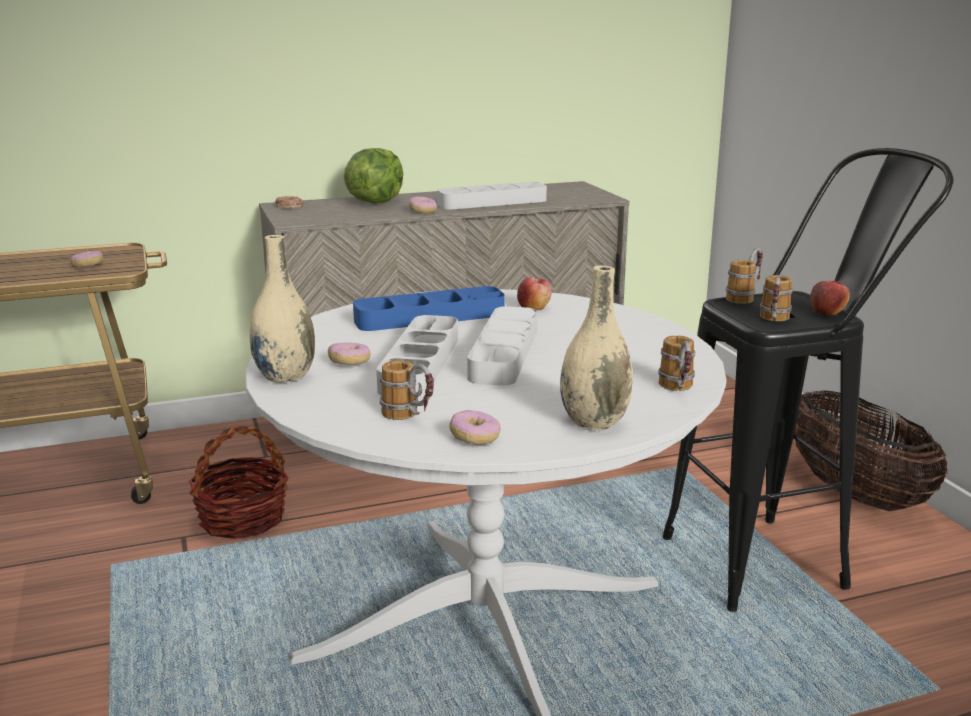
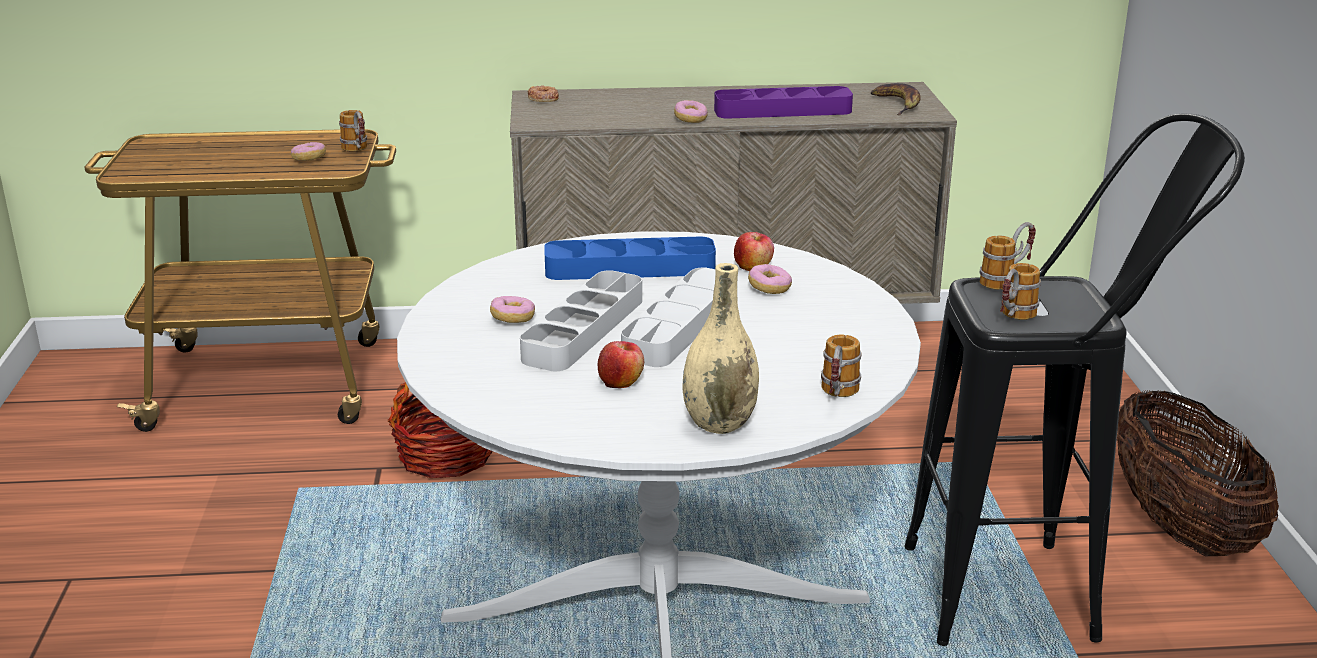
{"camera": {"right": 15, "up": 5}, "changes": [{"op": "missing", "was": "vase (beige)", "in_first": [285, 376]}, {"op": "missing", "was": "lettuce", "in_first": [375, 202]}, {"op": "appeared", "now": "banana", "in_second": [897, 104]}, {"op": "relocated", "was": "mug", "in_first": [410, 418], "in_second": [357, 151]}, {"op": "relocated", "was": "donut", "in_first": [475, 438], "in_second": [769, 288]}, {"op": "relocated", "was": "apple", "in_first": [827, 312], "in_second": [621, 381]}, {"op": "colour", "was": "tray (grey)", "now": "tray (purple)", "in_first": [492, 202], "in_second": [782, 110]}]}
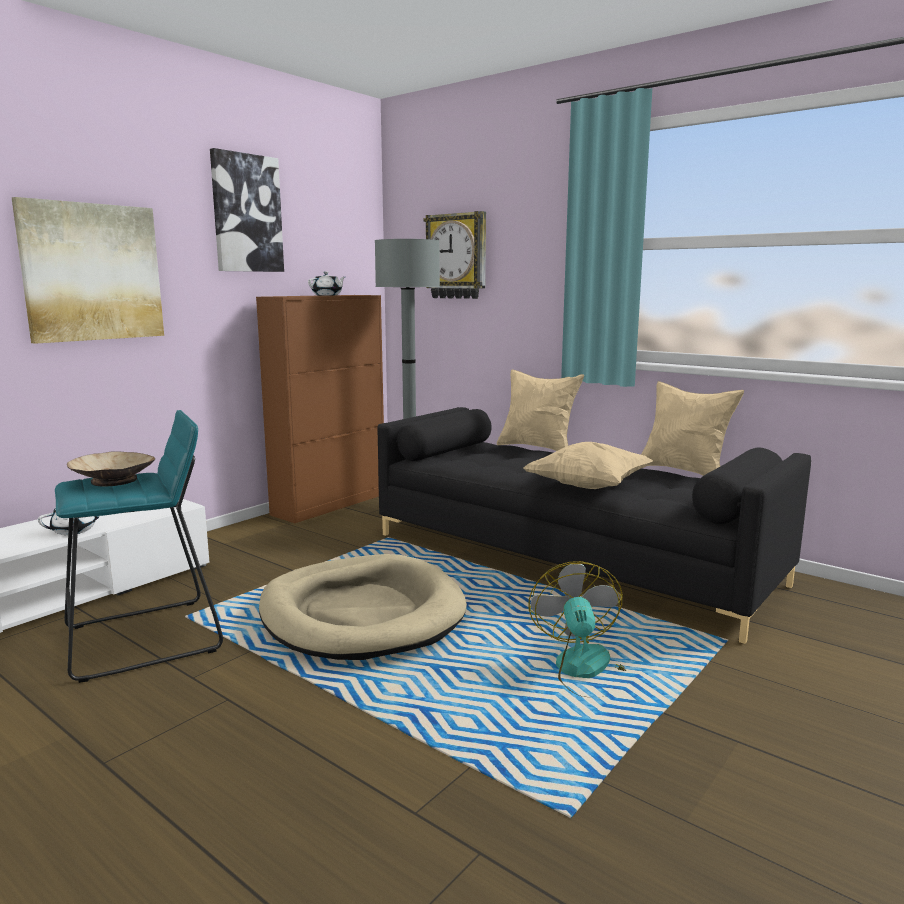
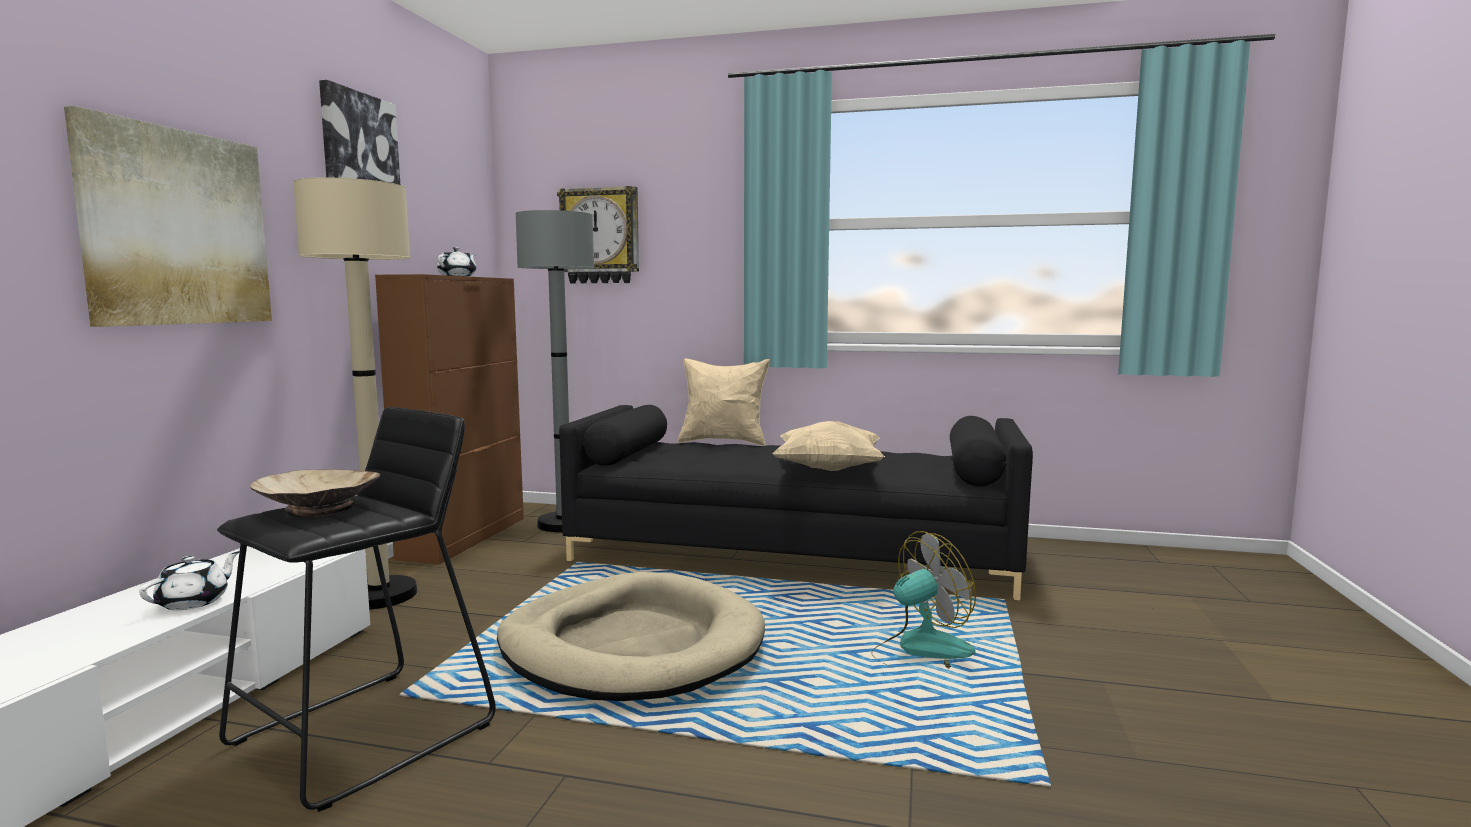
{"camera": {"right": -25, "up": -5}, "changes": [{"op": "missing", "was": "pillow (beige)", "in_first": [684, 471]}, {"op": "appeared", "now": "floor lamp (beige)", "in_second": [379, 595]}, {"op": "colour", "was": "stool (turquoise)", "now": "stool (black)", "in_first": [143, 639], "in_second": [364, 734]}, {"op": "spun", "was": "fan", "in_first": [587, 672], "in_second": [921, 653], "clockwise": 90}]}
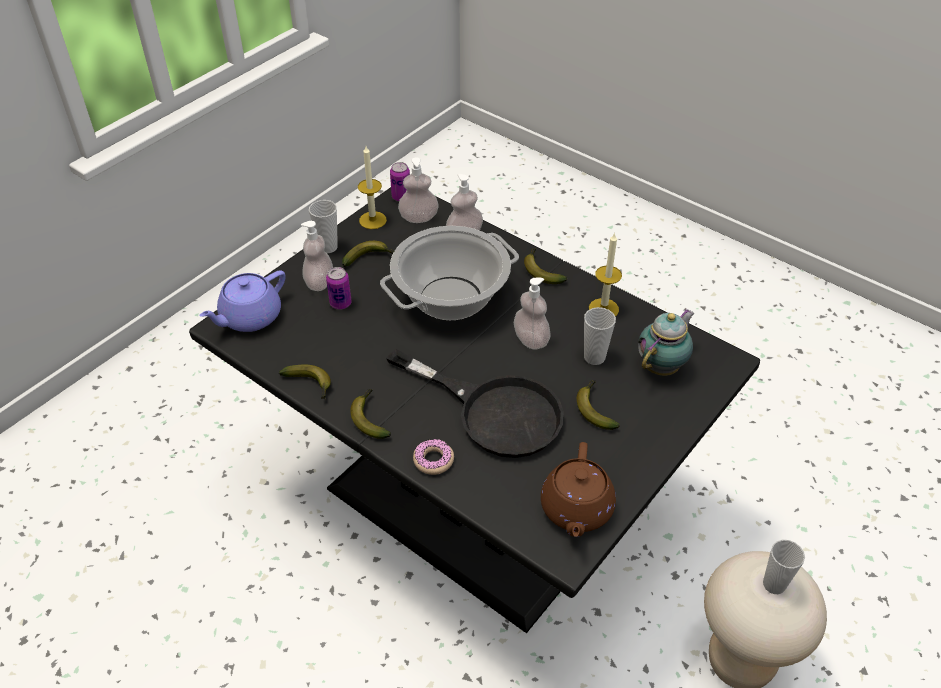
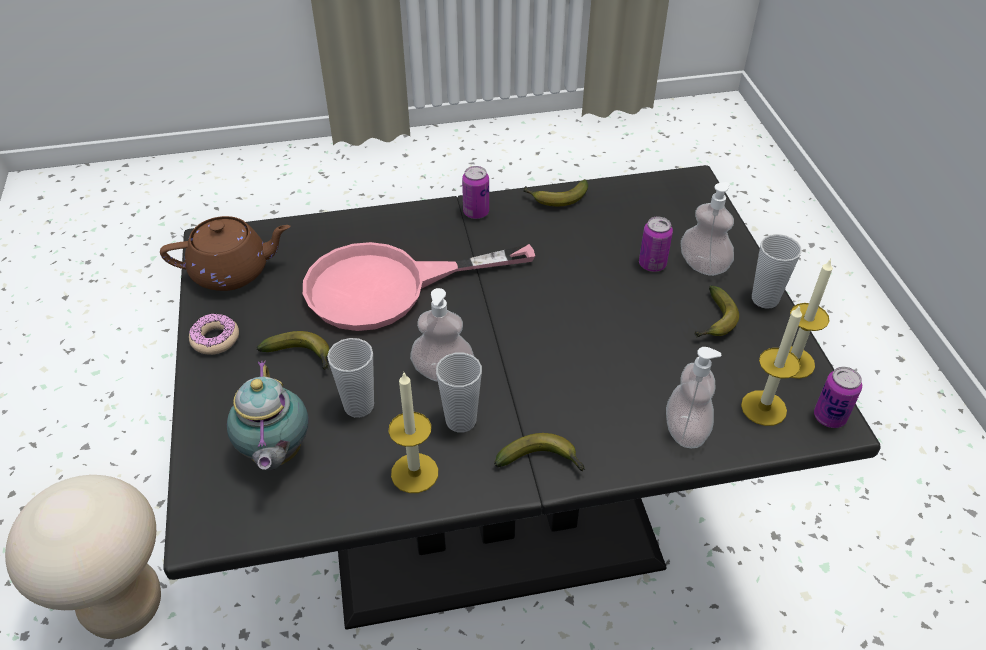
{"camera": {"right": 130, "up": 0}, "changes": [{"op": "missing", "was": "teapot (purple)", "in_first": [249, 317]}, {"op": "missing", "was": "cooking pot", "in_first": [451, 298]}, {"op": "relocated", "was": "donut", "in_first": [433, 460], "in_second": [215, 339]}, {"op": "relocated", "was": "cup", "in_first": [774, 584], "in_second": [461, 421]}, {"op": "exchanged", "was": "banana", "now": "can", "in_first": [370, 418], "in_second": [476, 212]}, {"op": "exchanged", "was": "soap dispenser", "now": "candle", "in_first": [418, 218], "in_second": [763, 408]}, {"op": "colour", "was": "frying pan (black)", "now": "frying pan (pink)", "in_first": [494, 411], "in_second": [389, 287]}, {"op": "spun", "was": "teapot (brown)", "in_first": [576, 510], "in_second": [233, 271], "clockwise": 120}]}
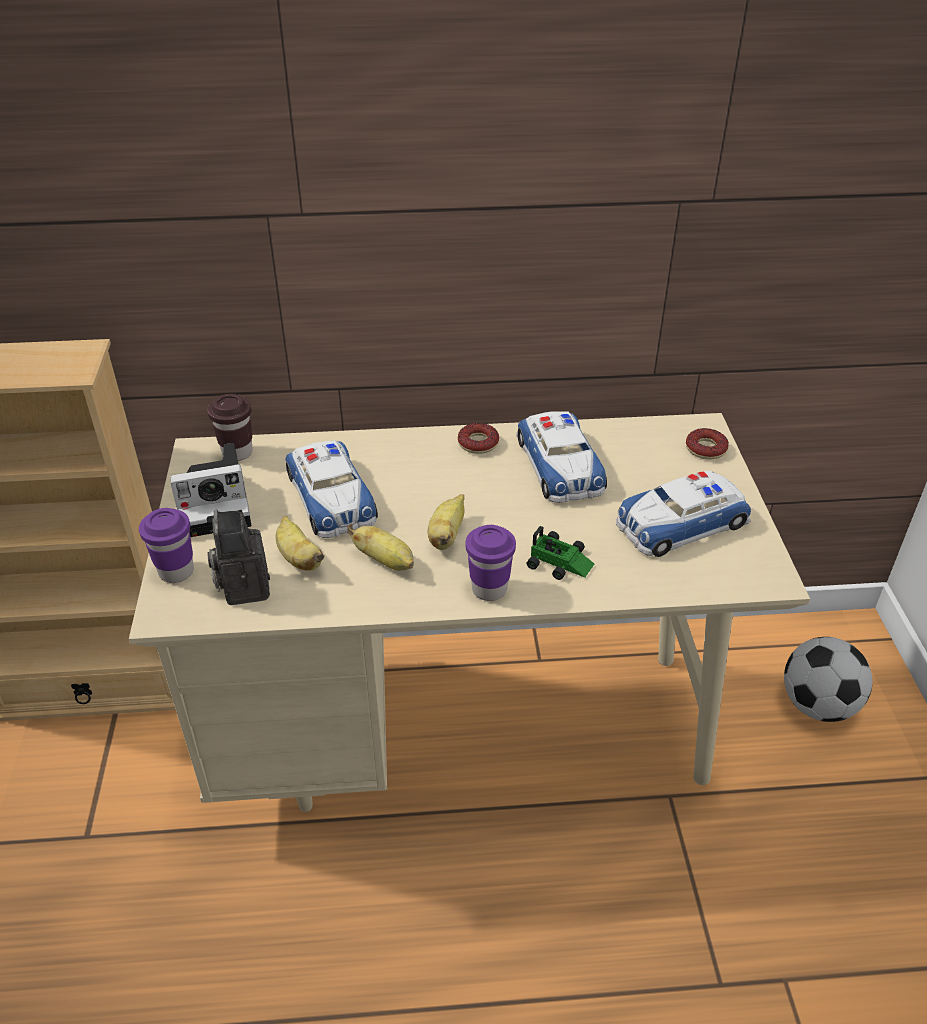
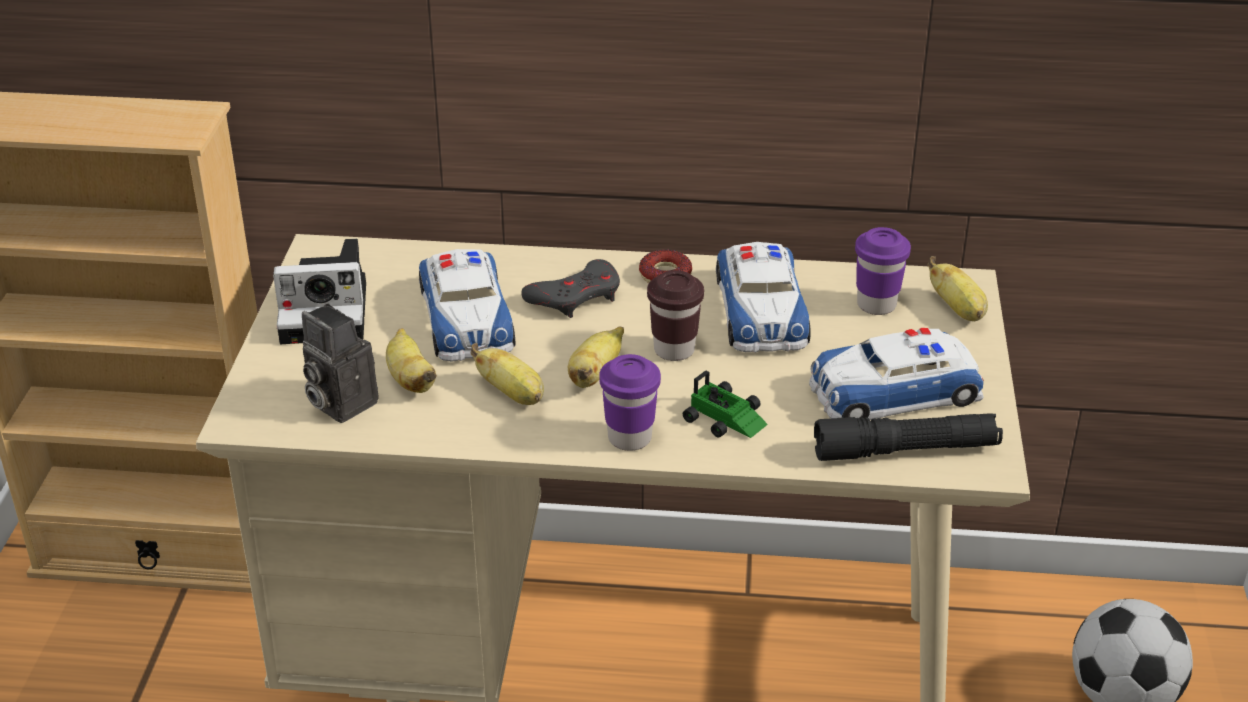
{"camera": {"right": 10, "up": -5}, "changes": [{"op": "appeared", "now": "game controller (grey)", "in_second": [576, 296]}, {"op": "appeared", "now": "flashlight (black)", "in_second": [906, 450]}, {"op": "relocated", "was": "cup (purple)", "in_first": [176, 572], "in_second": [876, 305]}, {"op": "relocated", "was": "cup (brown)", "in_first": [237, 453], "in_second": [674, 350]}, {"op": "exchanged", "was": "donut", "now": "banana", "in_first": [706, 448], "in_second": [958, 310]}, {"op": "spun", "was": "photo camera", "in_first": [243, 586], "in_second": [338, 403], "clockwise": -45}]}
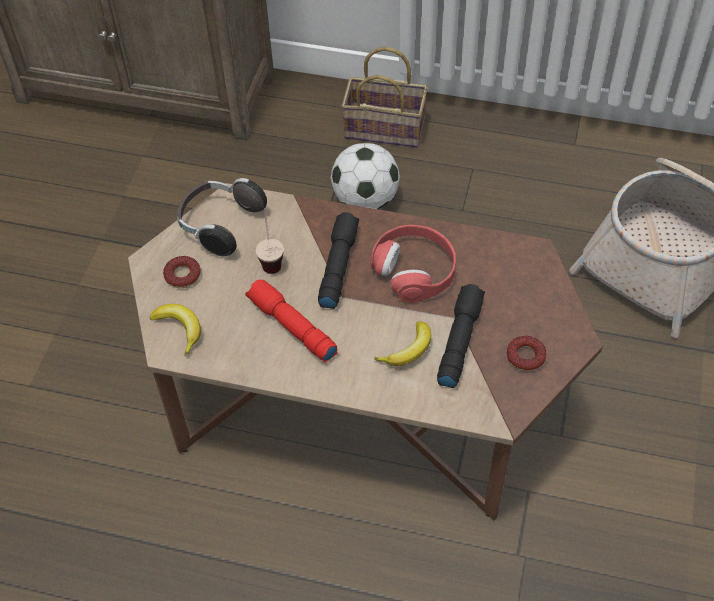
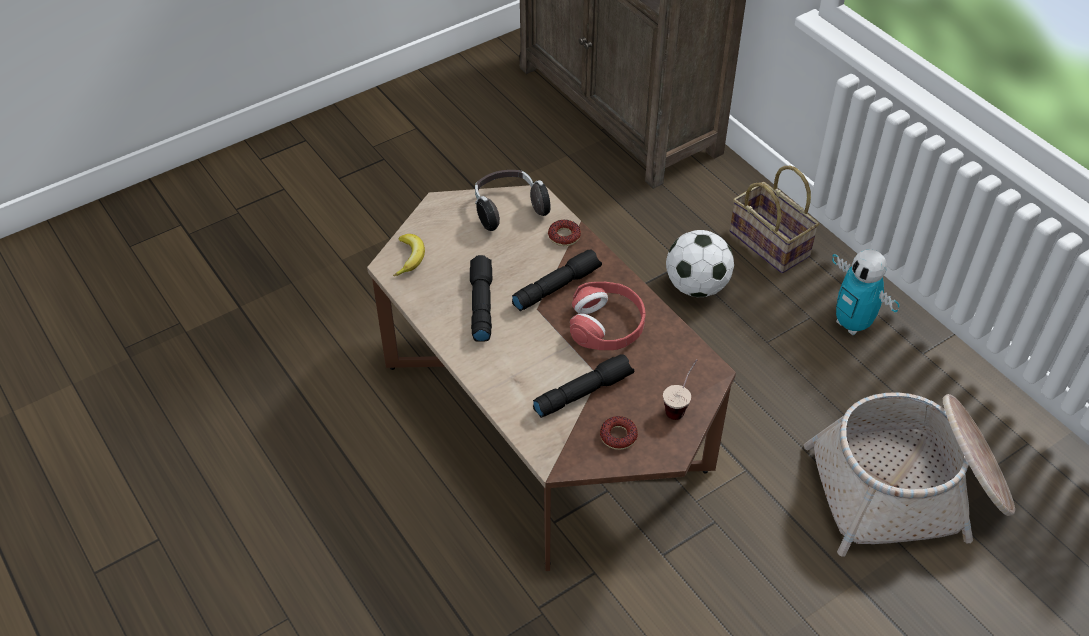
{"camera": {"right": 40, "up": -5}, "changes": [{"op": "missing", "was": "banana", "in_first": [408, 350]}, {"op": "appeared", "now": "toy robot", "in_second": [852, 324]}, {"op": "relocated", "was": "donut", "in_first": [182, 275], "in_second": [564, 236]}, {"op": "relocated", "was": "cup", "in_first": [270, 258], "in_second": [680, 405]}, {"op": "colour", "was": "flashlight (red)", "now": "flashlight (black)", "in_first": [291, 327], "in_second": [480, 304]}]}
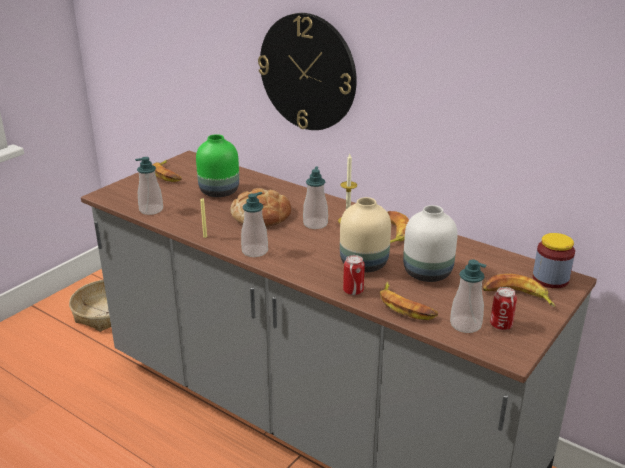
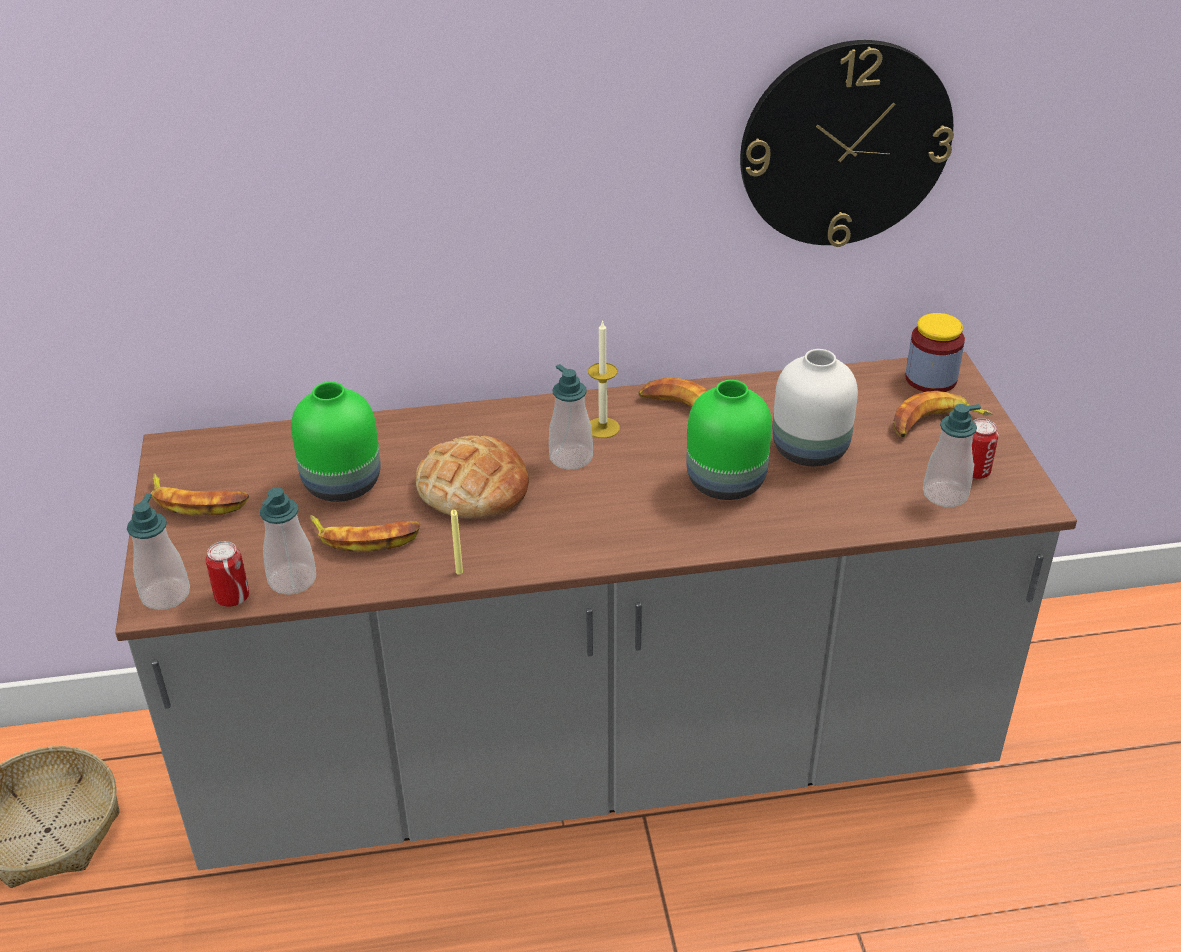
{"camera": {"right": -45, "up": 10}, "changes": [{"op": "relocated", "was": "soap dispenser", "in_first": [254, 251], "in_second": [165, 595]}, {"op": "relocated", "was": "wall clock", "in_first": [308, 72], "in_second": [845, 144]}, {"op": "relocated", "was": "can", "in_first": [353, 291], "in_second": [232, 597]}, {"op": "relocated", "was": "banana", "in_first": [405, 307], "in_second": [366, 537]}, {"op": "colour", "was": "vase (beige)", "now": "vase (green)", "in_first": [365, 264], "in_second": [727, 481]}]}
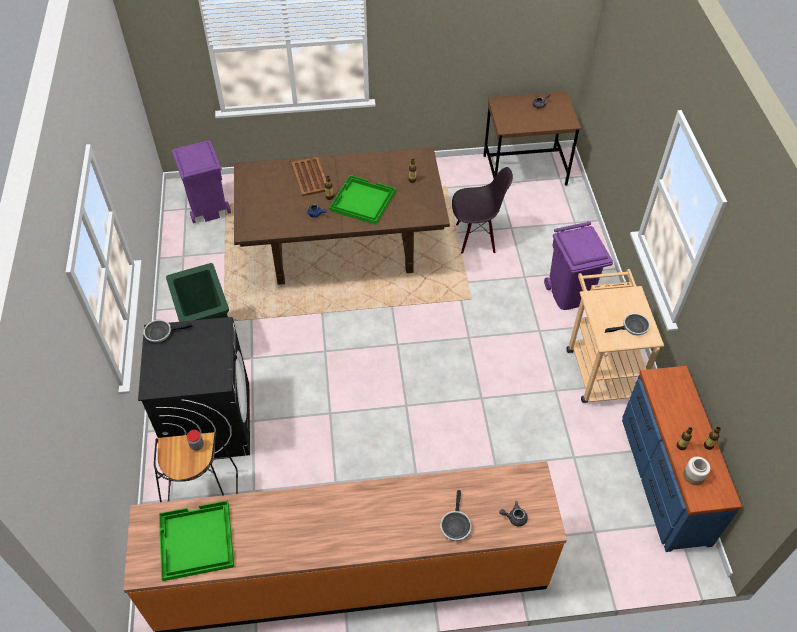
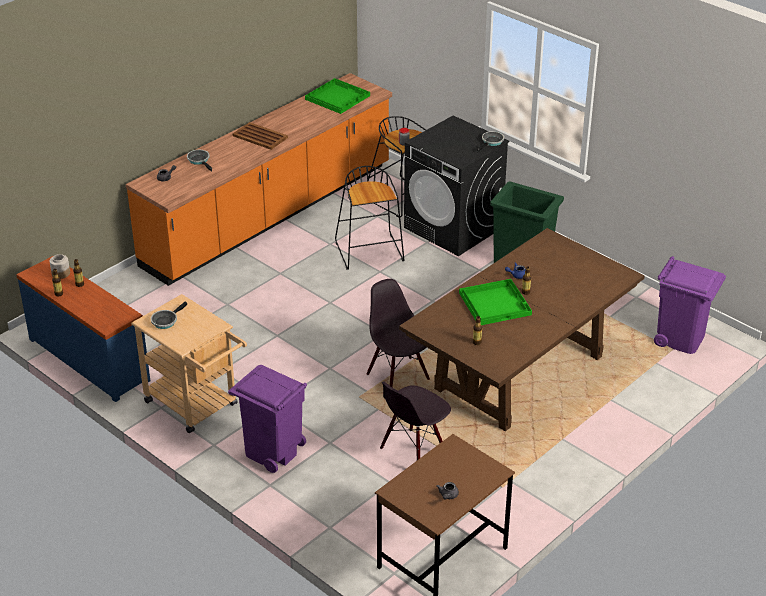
{"camera": {"right": 140, "up": -15}, "changes": [{"op": "appeared", "now": "stool (black)", "in_second": [370, 252]}, {"op": "appeared", "now": "chair (black)", "in_second": [398, 376]}, {"op": "relocated", "was": "tray (brown)", "in_first": [310, 176], "in_second": [260, 137]}]}
